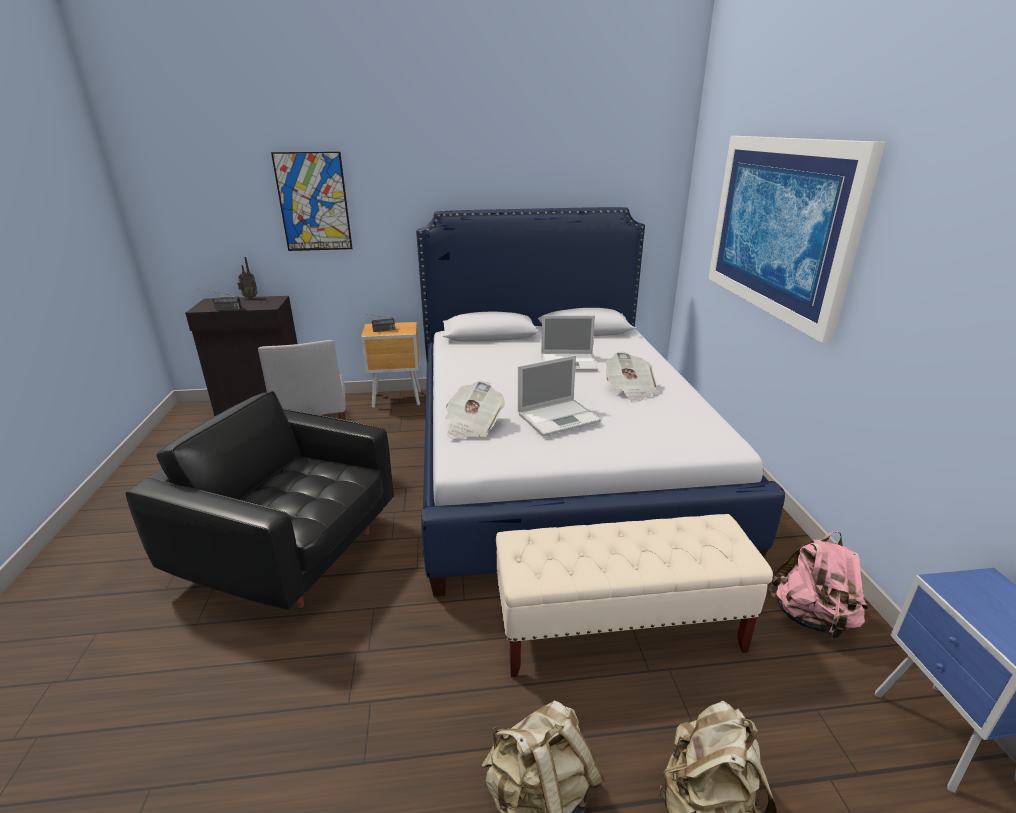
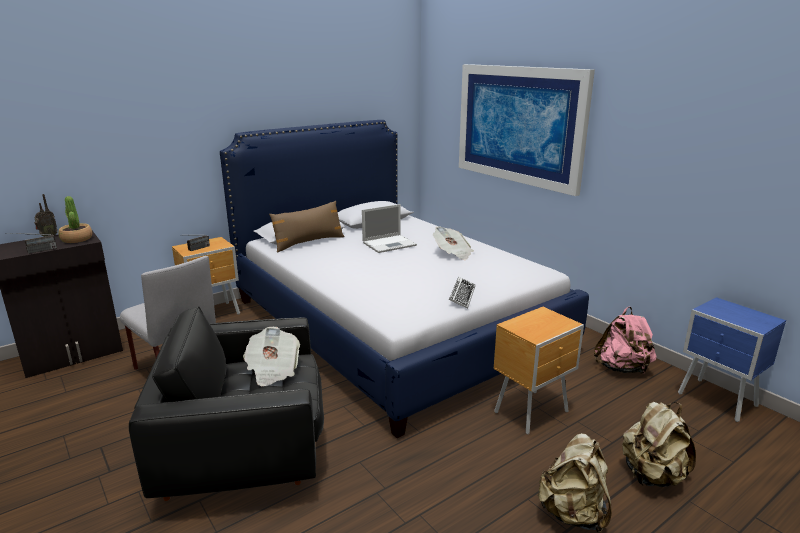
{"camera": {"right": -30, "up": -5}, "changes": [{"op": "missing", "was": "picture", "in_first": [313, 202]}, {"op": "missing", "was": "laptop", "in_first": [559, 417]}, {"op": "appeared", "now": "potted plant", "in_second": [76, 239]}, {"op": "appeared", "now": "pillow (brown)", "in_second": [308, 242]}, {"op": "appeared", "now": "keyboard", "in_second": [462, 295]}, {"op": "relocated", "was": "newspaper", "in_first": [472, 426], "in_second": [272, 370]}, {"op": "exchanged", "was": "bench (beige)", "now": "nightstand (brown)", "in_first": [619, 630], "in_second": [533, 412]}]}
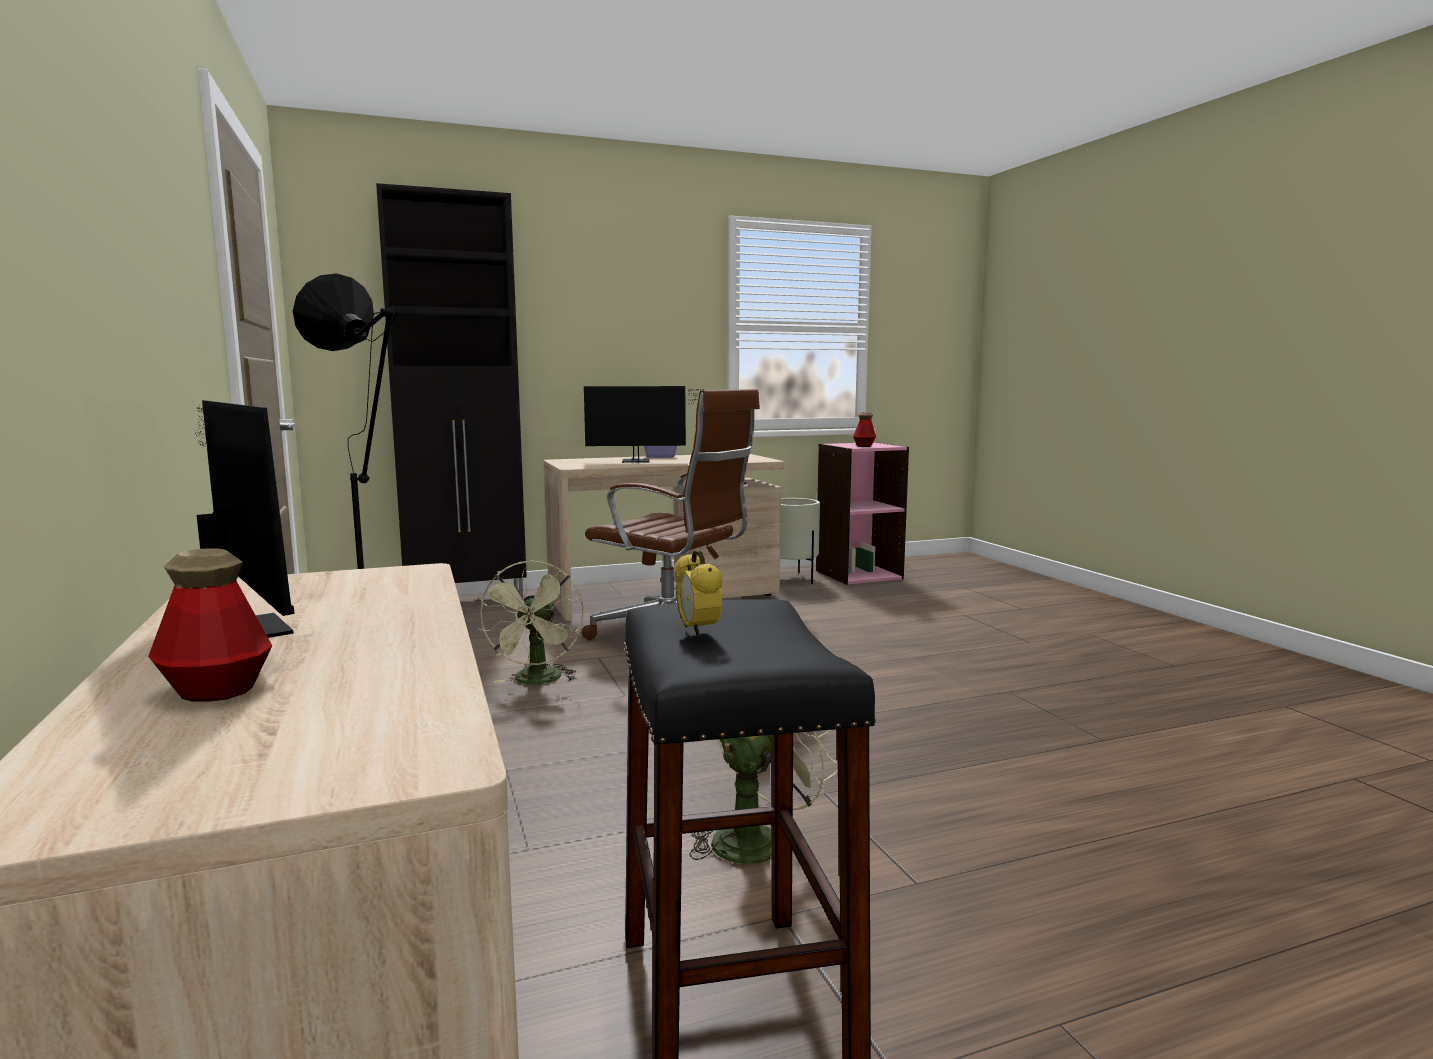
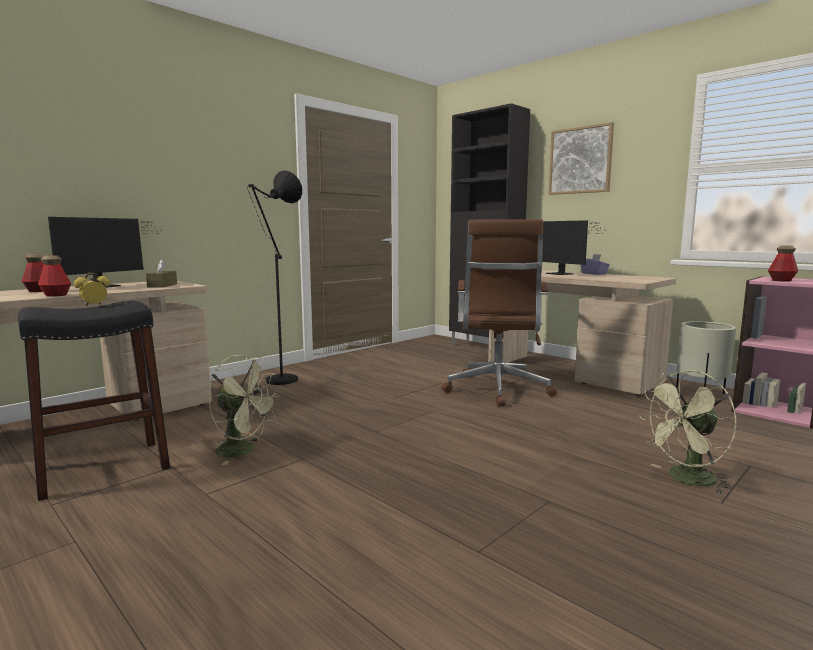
{"camera": {"right": 65, "up": 0}, "changes": [{"op": "appeared", "now": "bottle", "in_second": [56, 295]}, {"op": "appeared", "now": "tissue box (brown)", "in_second": [162, 285]}, {"op": "appeared", "now": "picture", "in_second": [580, 160]}, {"op": "relocated", "was": "fan (green)", "in_first": [537, 681], "in_second": [686, 480]}]}
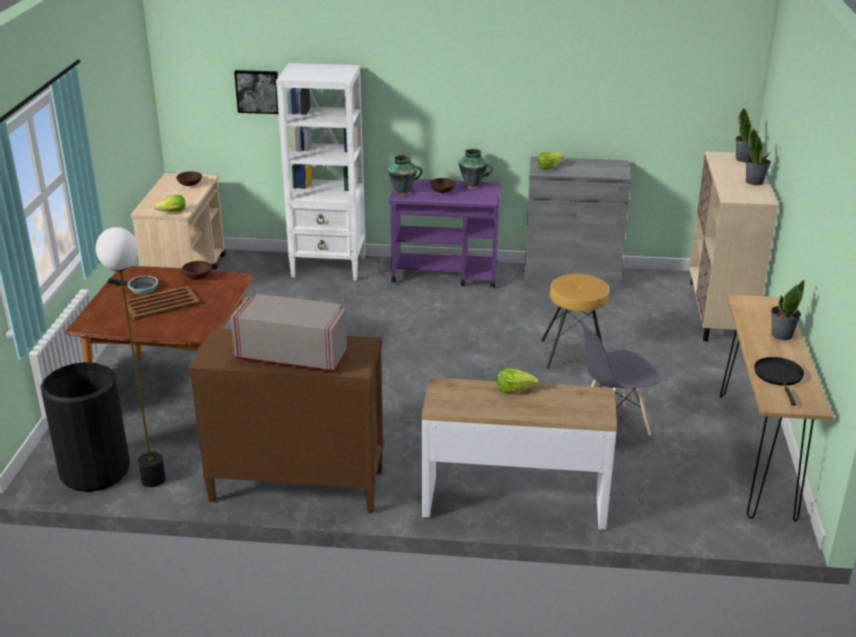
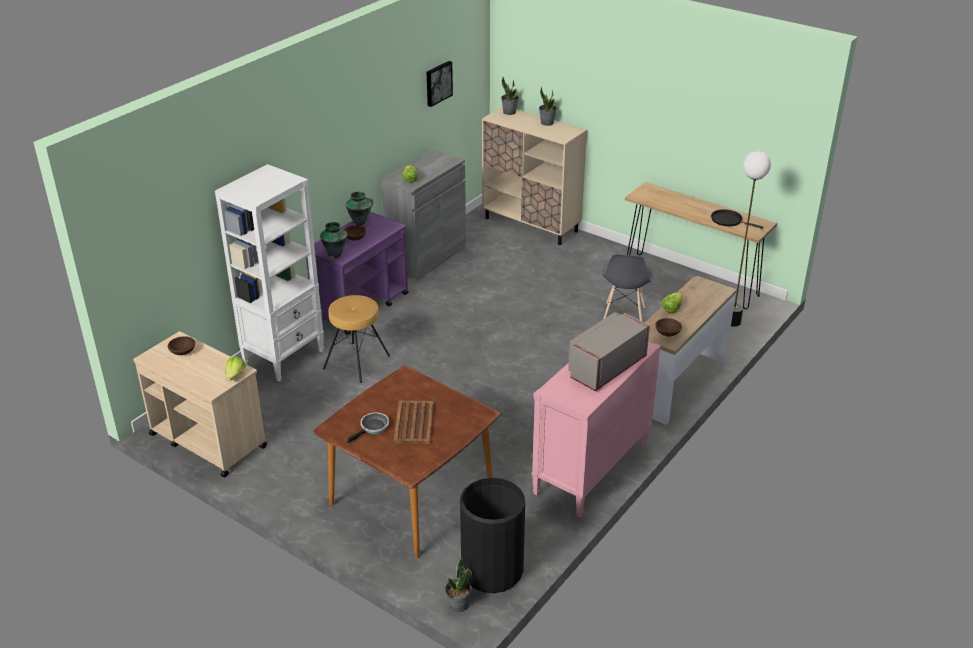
{"camera": {"right": -60, "up": 5}, "changes": [{"op": "relocated", "was": "floor lamp", "in_first": [154, 479], "in_second": [732, 321]}, {"op": "relocated", "was": "bowl (brown)", "in_first": [197, 277], "in_second": [668, 333]}, {"op": "relocated", "was": "picture", "in_first": [258, 91], "in_second": [438, 83]}, {"op": "relocated", "was": "stool (brown)", "in_first": [574, 354], "in_second": [357, 362]}, {"op": "relocated", "was": "potted plant", "in_first": [781, 334], "in_second": [458, 605]}, {"op": "colour", "was": "dresser (brown)", "now": "dresser (pink)", "in_first": [296, 486], "in_second": [591, 469]}]}
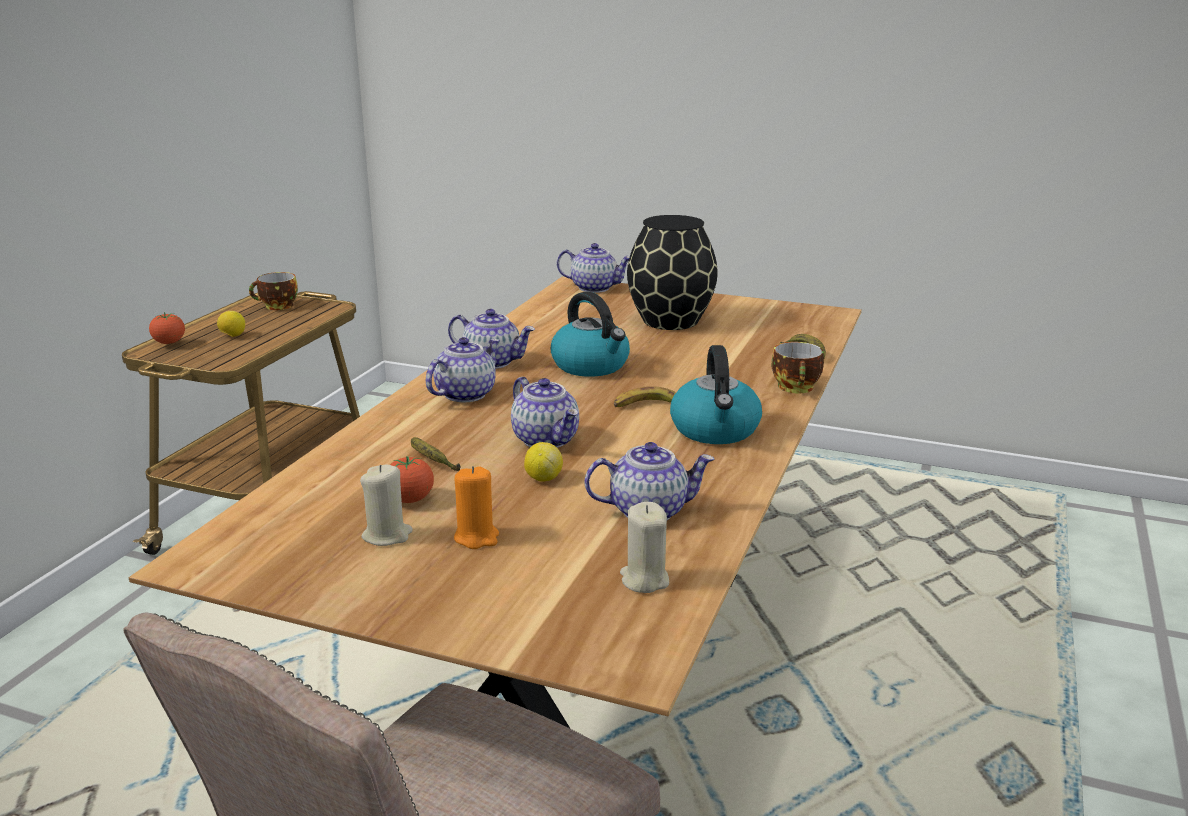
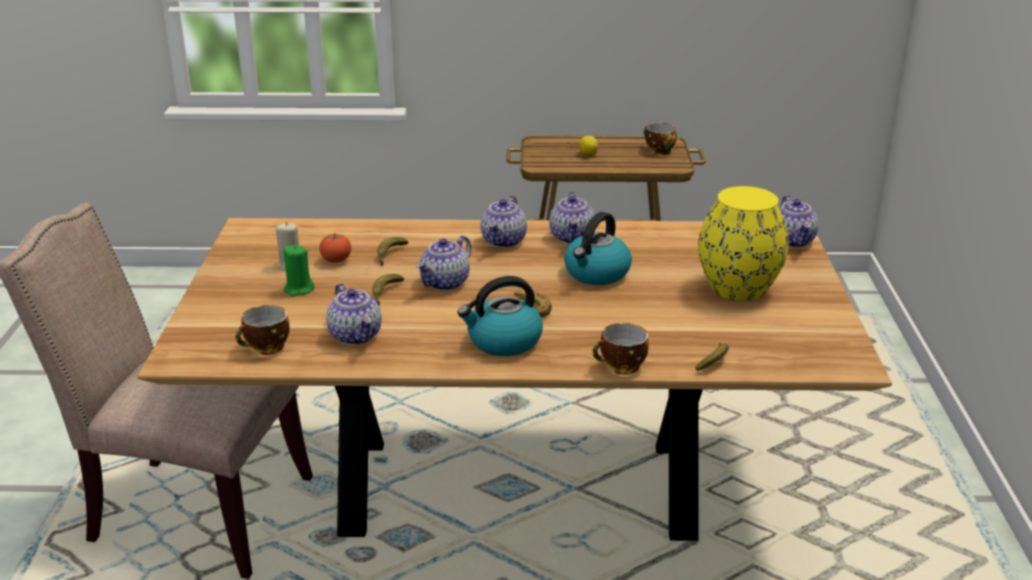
{"camera": {"right": 70, "up": 5}, "changes": [{"op": "missing", "was": "tomato", "in_first": [169, 343]}, {"op": "exchanged", "was": "lemon", "now": "banana", "in_first": [543, 478], "in_second": [385, 293]}, {"op": "exchanged", "was": "candle (beige)", "now": "cup", "in_first": [644, 580], "in_second": [266, 348]}, {"op": "colour", "was": "candle (orange)", "now": "candle (green)", "in_first": [477, 537], "in_second": [298, 289]}, {"op": "colour", "was": "vase (black)", "now": "vase (yellow)", "in_first": [669, 321], "in_second": [737, 287]}, {"op": "spun", "was": "teapot", "in_first": [465, 394], "in_second": [504, 241], "clockwise": 90}]}
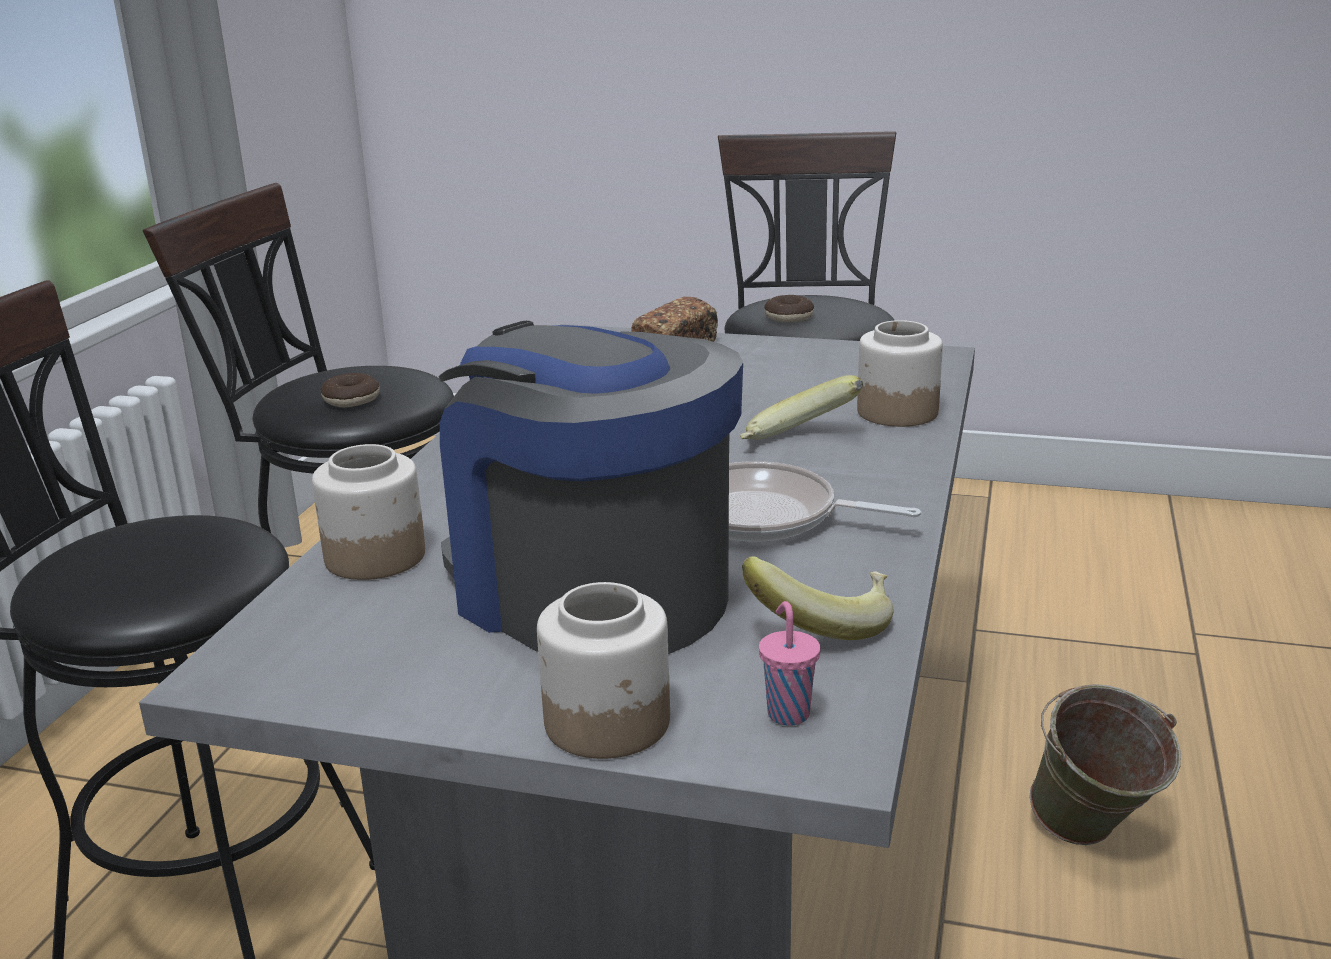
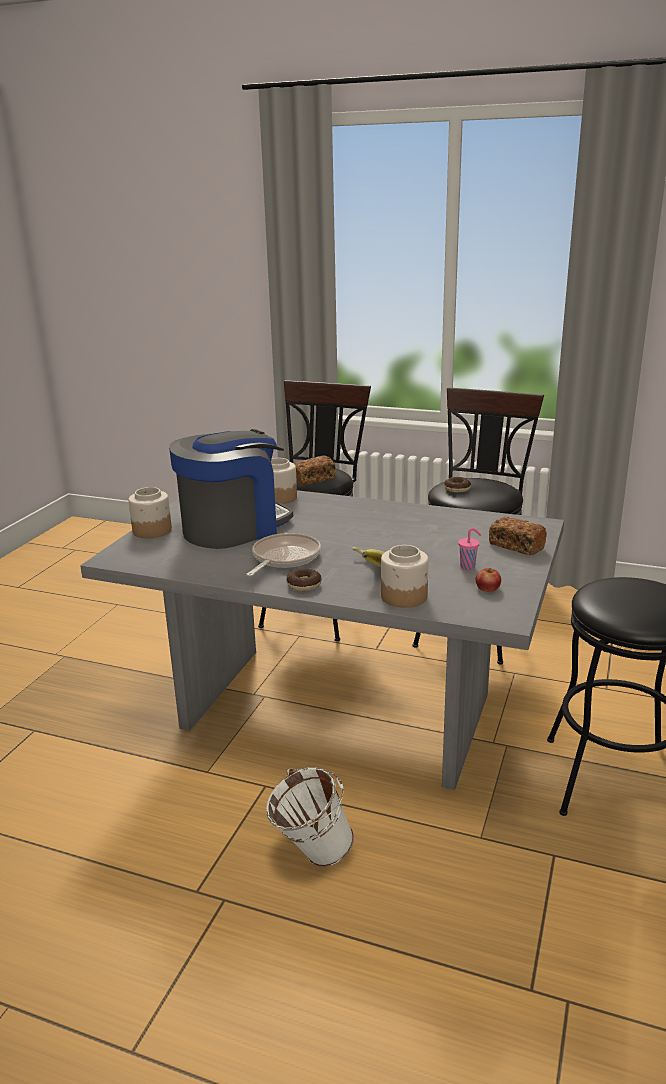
{"camera": {"right": 95, "up": 0}, "changes": [{"op": "missing", "was": "banana", "in_first": [822, 623]}, {"op": "appeared", "now": "bread", "in_second": [313, 479]}, {"op": "appeared", "now": "apple", "in_second": [488, 588]}, {"op": "relocated", "was": "cup (pink)", "in_first": [787, 712], "in_second": [468, 567]}, {"op": "relocated", "was": "donut", "in_first": [789, 317], "in_second": [304, 585]}, {"op": "colour", "was": "bucket (green)", "now": "bucket (white)", "in_first": [1091, 840], "in_second": [310, 855]}]}
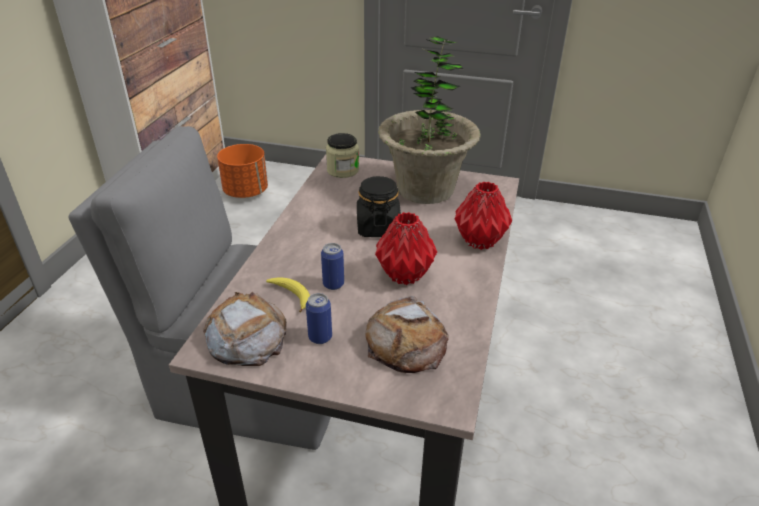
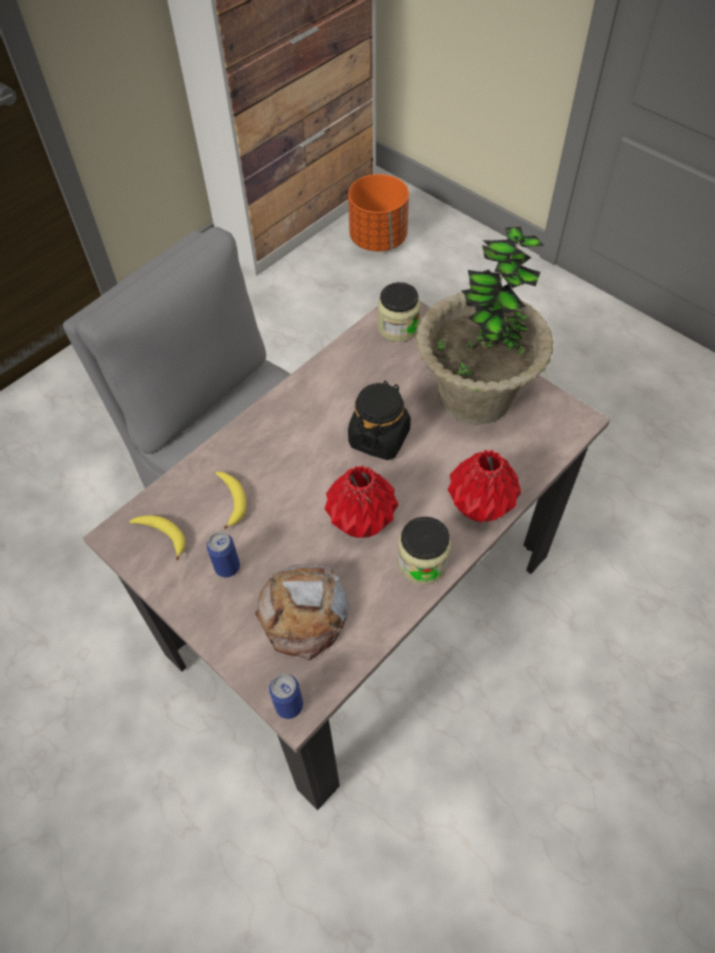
{"camera": {"right": 30, "up": 20}, "changes": [{"op": "appeared", "now": "jar", "in_second": [422, 562]}, {"op": "relocated", "was": "can", "in_first": [333, 284], "in_second": [289, 705]}, {"op": "exchanged", "was": "bread", "now": "banana", "in_first": [246, 337], "in_second": [162, 535]}]}
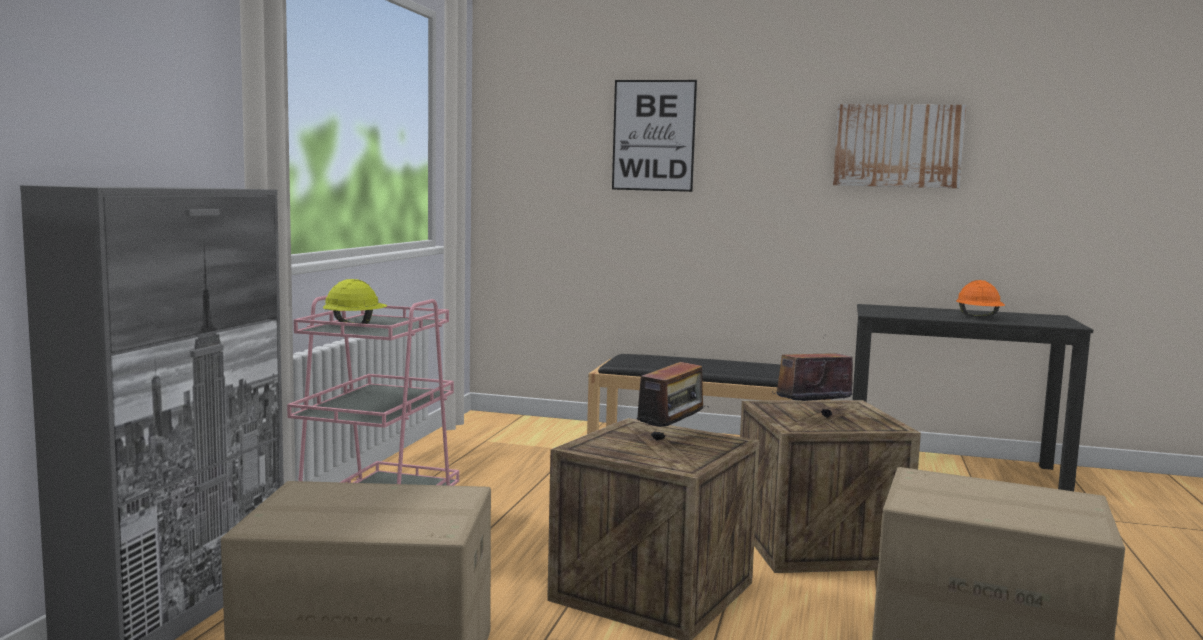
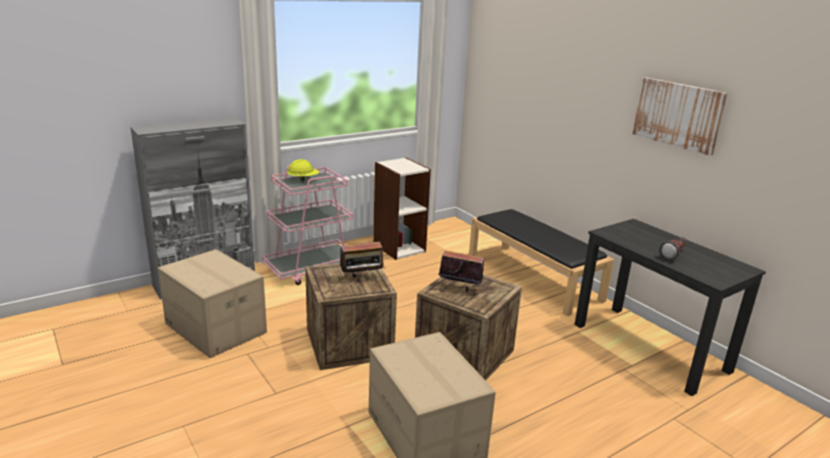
{"camera": {"right": 40, "up": 15}, "changes": [{"op": "missing", "was": "picture", "in_first": [653, 135]}, {"op": "appeared", "now": "bookcase", "in_second": [399, 247]}, {"op": "exchanged", "was": "hard hat (orange)", "now": "flashlight", "in_first": [979, 317], "in_second": [674, 254]}]}
